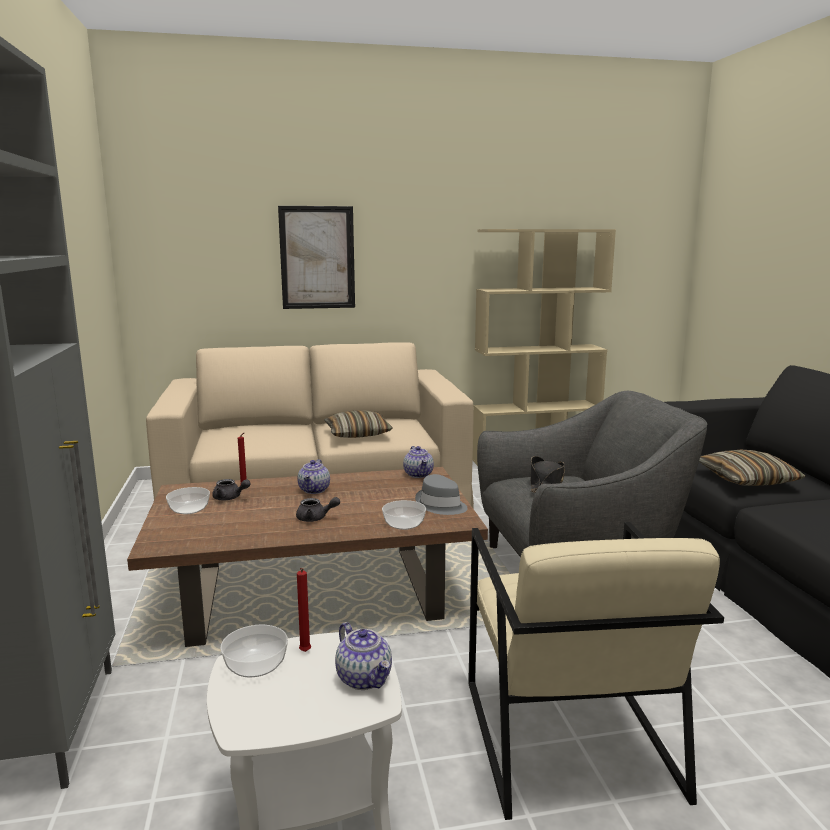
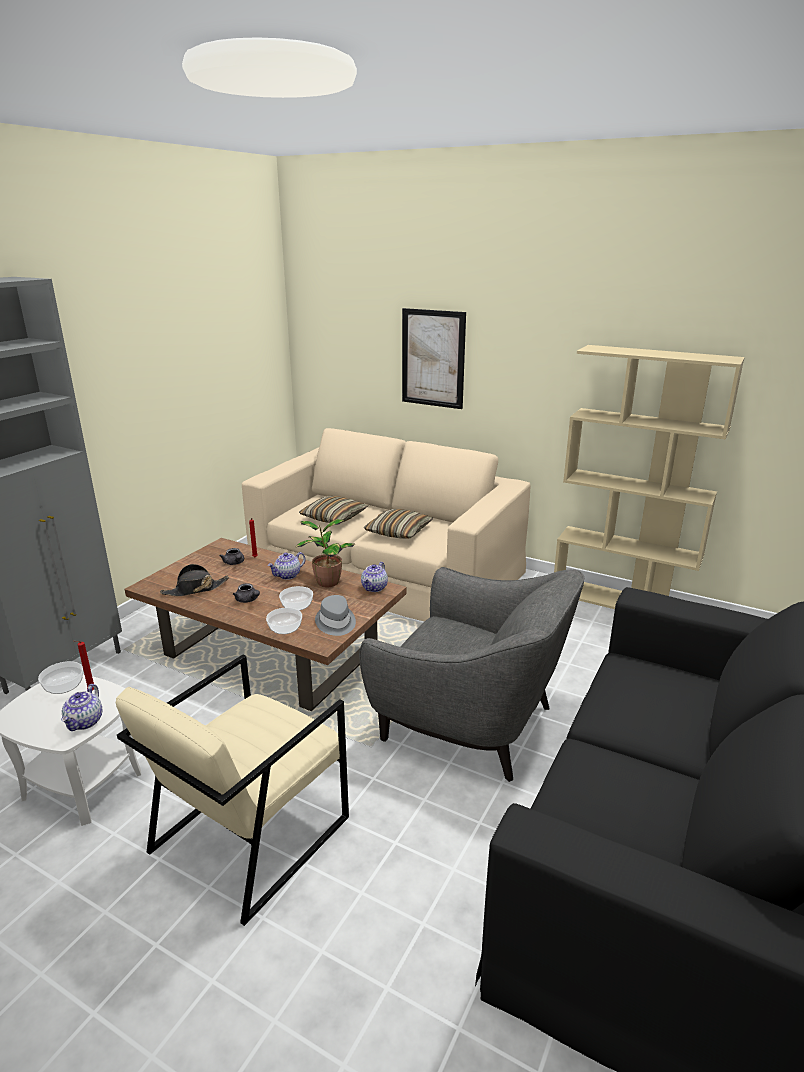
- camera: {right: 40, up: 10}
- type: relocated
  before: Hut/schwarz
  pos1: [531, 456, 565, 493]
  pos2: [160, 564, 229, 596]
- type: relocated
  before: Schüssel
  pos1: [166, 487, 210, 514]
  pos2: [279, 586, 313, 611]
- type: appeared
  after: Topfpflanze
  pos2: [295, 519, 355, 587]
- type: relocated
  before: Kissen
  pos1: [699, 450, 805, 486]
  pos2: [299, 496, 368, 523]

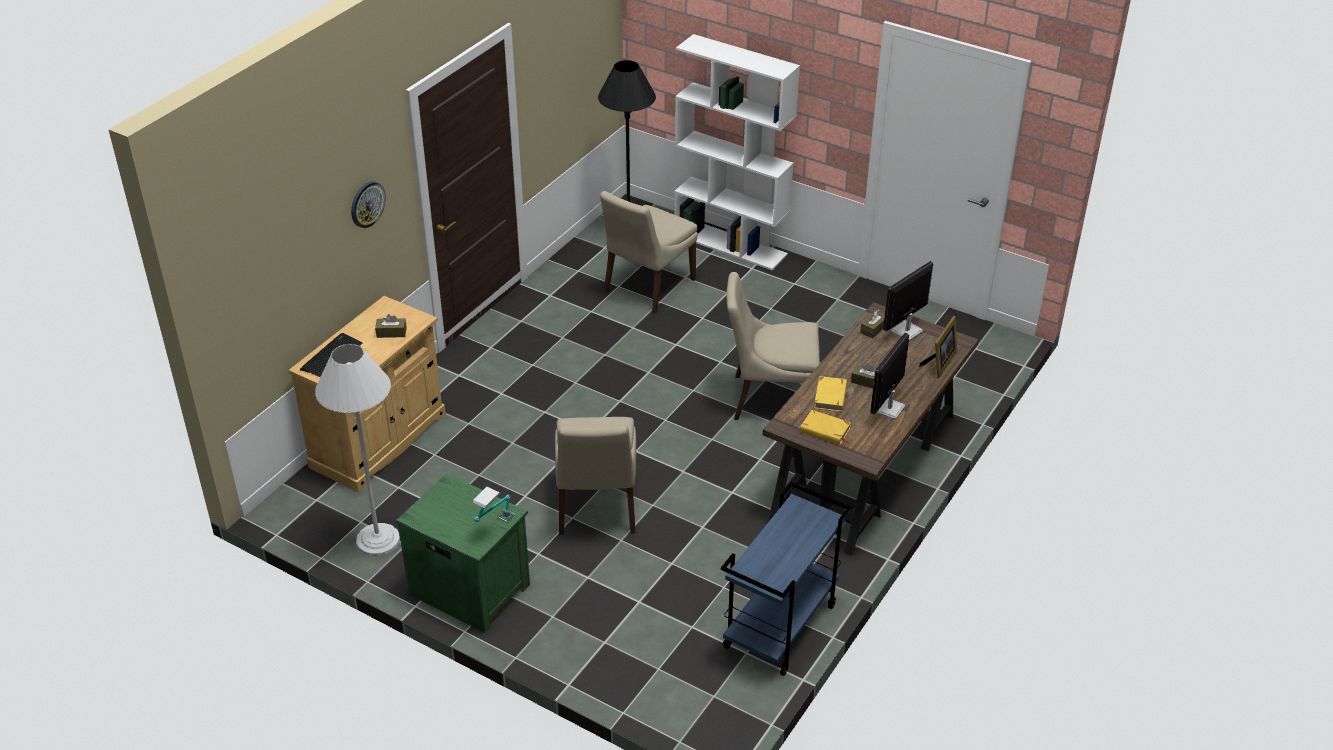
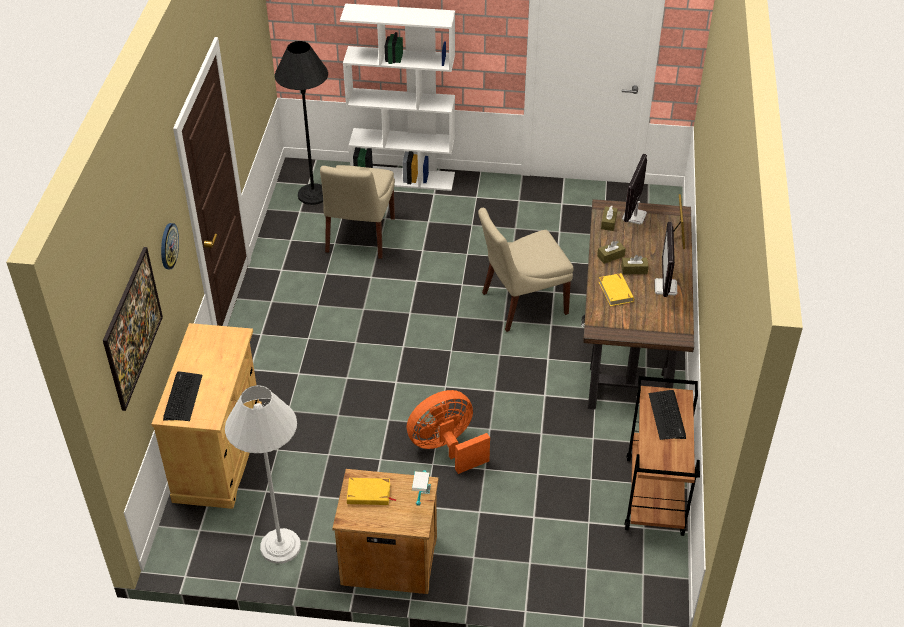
- camera: {right: -25, up: 5}
- type: appeared
  after: Bild
  pos2: [103, 247, 163, 411]
- type: colour
  before: Nachttisch/grün
  after: Nachttisch/braun
  pos1: [396, 473, 530, 633]
  pos2: [332, 469, 439, 594]
- type: relocated
  before: Buch/gelb
  pos1: [800, 410, 851, 445]
  pos2: [347, 478, 397, 505]
- type: exchanged
  before: Stuhl/beige
  after: Ventilator/orange
  pos1: [555, 417, 636, 535]
  pos2: [407, 390, 490, 474]
- type: relocated
  before: Taschentuchbox/braun
  pos1: [375, 314, 407, 338]
  pos2: [597, 241, 626, 264]
- type: colour
  before: Rollwagen/blau
  after: Rollwagen/braun
  pos1: [721, 482, 852, 676]
  pos2: [625, 376, 700, 536]
- type: appeared
  after: Tastatur
  pos2: [649, 390, 686, 440]

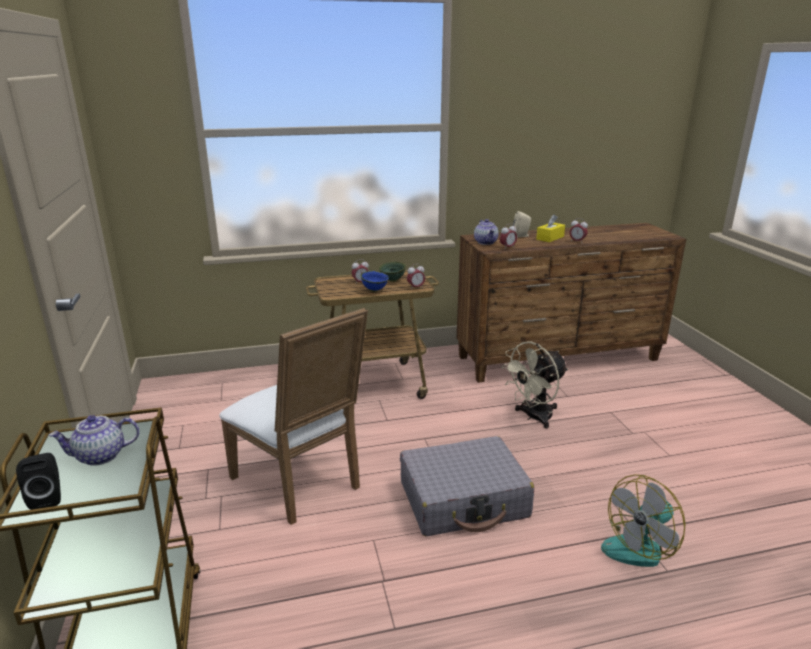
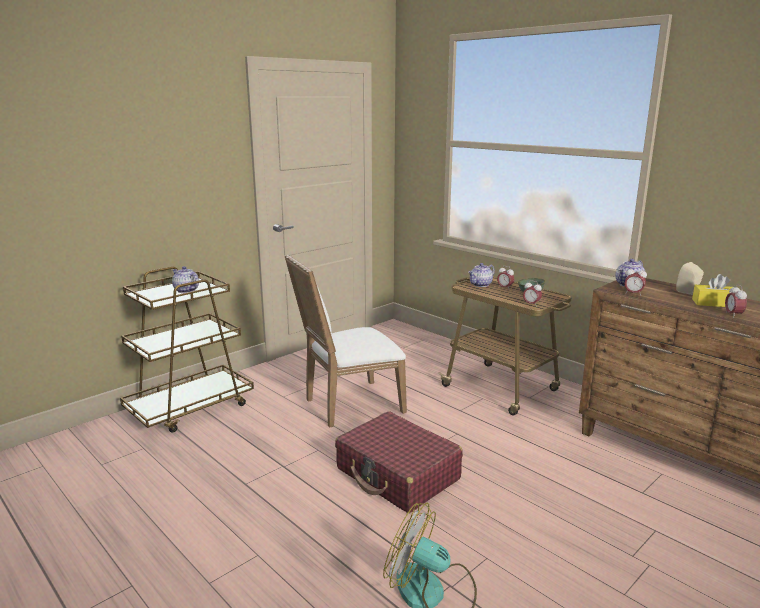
- camera: {right: 60, up: -5}
- type: spun
  before: Stuhl/weiß
  pos1: [219, 308, 368, 525]
  pos2: [285, 254, 407, 428]
  turn: 45
- type: colour
  before: Koffer/grau
  after: Koffer/rot
  pos1: [400, 436, 534, 537]
  pos2: [335, 411, 463, 513]
- type: appeared
  after: Teekanne
  pos2: [468, 263, 495, 287]
- type: missing
  before: Lautsprecher/schwarz
  pos1: [16, 453, 61, 510]
- type: missing
  before: Schüssel/blau
  pos1: [360, 271, 389, 292]
- type: missing
  before: Ventilator/beige
  pos1: [501, 341, 568, 429]

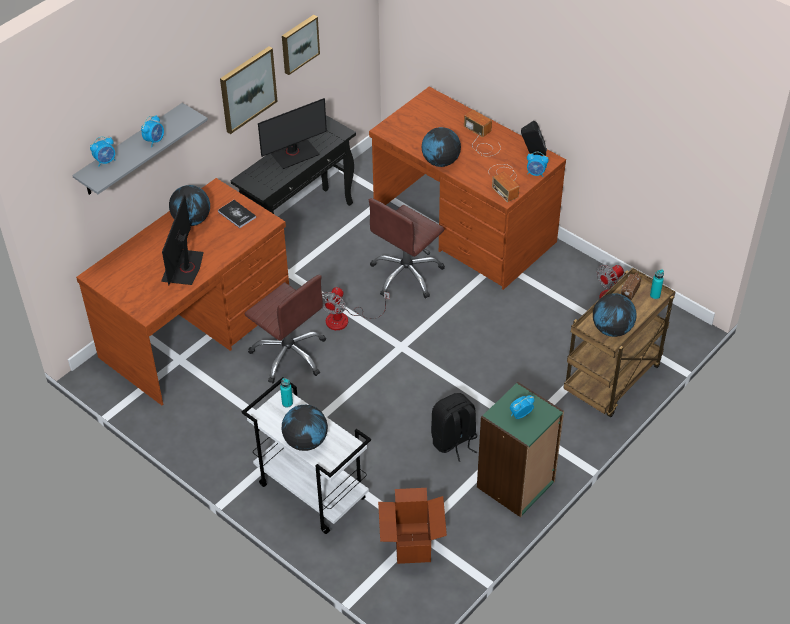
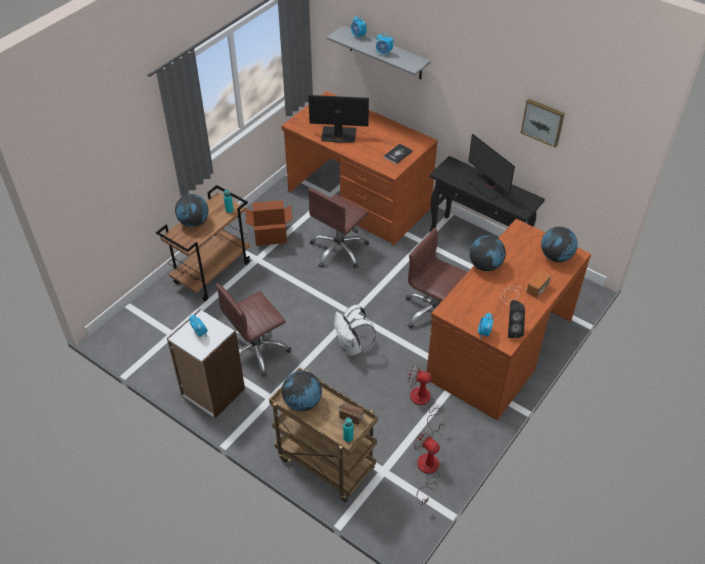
- camera: {right: 85, up: 0}
- type: colour
  before: Rollwagen/weiß
  after: Rollwagen/braun
  pos1: [242, 377, 371, 534]
  pos2: [156, 185, 250, 301]
- type: colour
  before: Bücherregal/grün
  after: Bücherregal/weiß
  pos1: [477, 382, 564, 517]
  pos2: [167, 309, 245, 418]
- type: exchanged
  before: Rucksack/schwarz
  after: Bürostuhl/braun
  pos1: [431, 393, 478, 462]
  pos2: [215, 284, 291, 377]
- type: relocated
  before: Karton
  pos1: [378, 488, 447, 564]
  pos2: [245, 200, 292, 246]
- type: appeared
  after: Rucksack/weiß
  pos2: [334, 305, 376, 356]
- type: relocated
  before: Ventilator
  pos1: [322, 287, 390, 330]
  pos2: [408, 362, 445, 432]
- type: relocated
  before: Globus
  pos1: [169, 185, 210, 226]
  pos2: [541, 227, 578, 262]
- type: missing
  before: Bild
  pos1: [220, 46, 278, 134]
- type: missing
  before: Radio
  pos1: [488, 164, 519, 202]

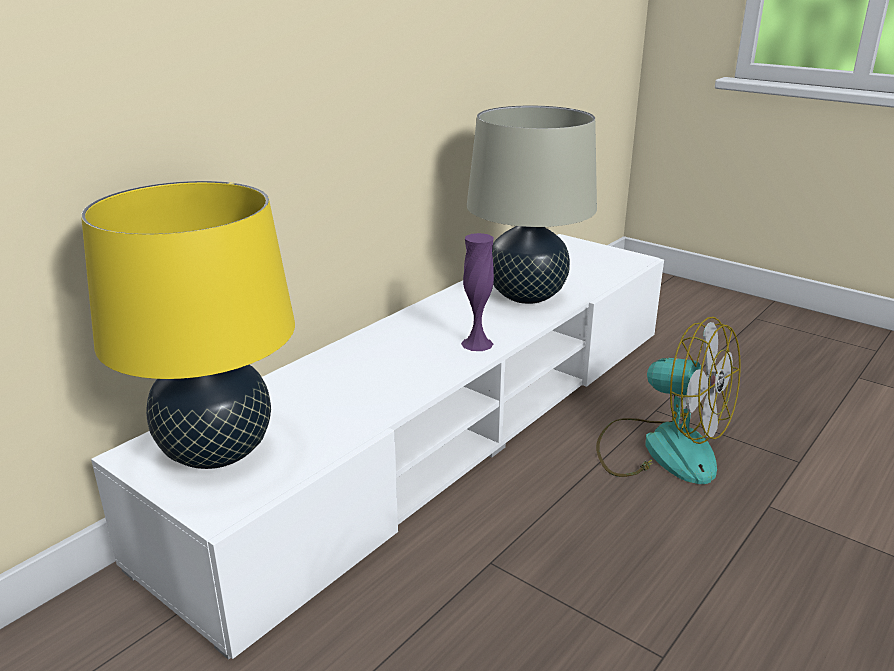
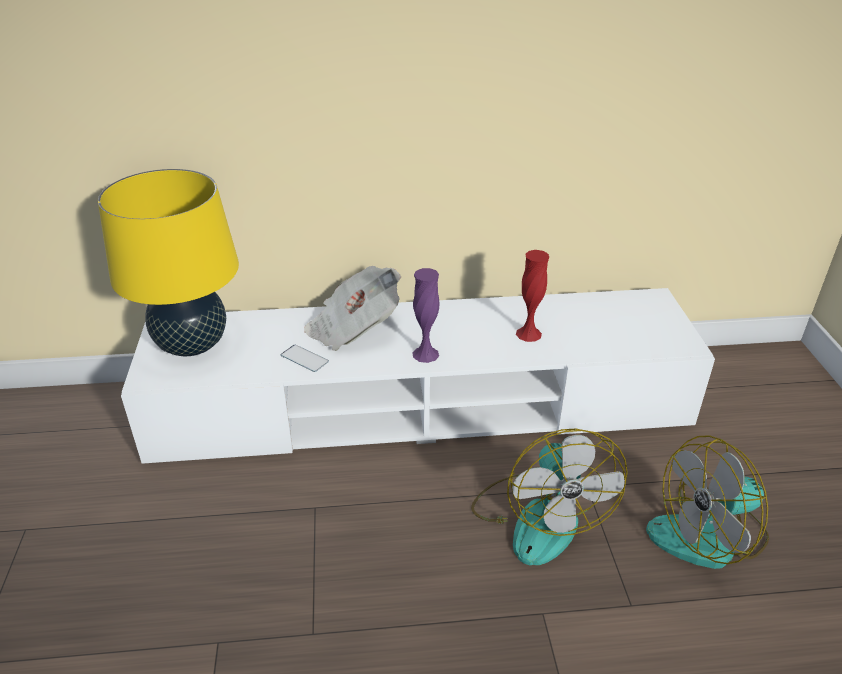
- camera: {right: 45, up: 10}
- type: appeared
  after: Handy
  pos2: [281, 345, 329, 372]
- type: appeared
  after: Zeitung
  pos2: [304, 266, 401, 351]
- type: exchanged
  before: Tischlampe/beige
  after: Vase/rot
  pos1: [467, 106, 597, 304]
  pos2: [516, 250, 549, 342]
- type: appeared
  after: Ventilator
  pos2: [646, 435, 769, 569]

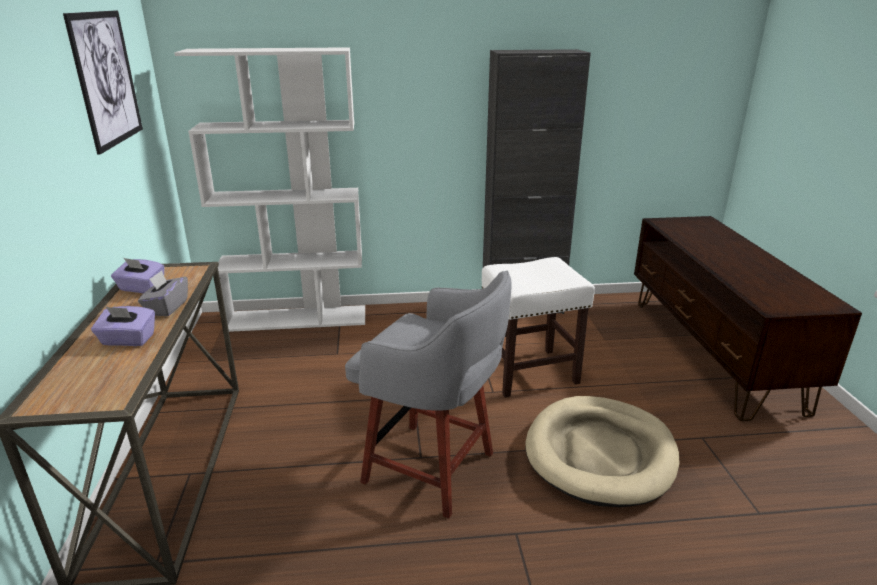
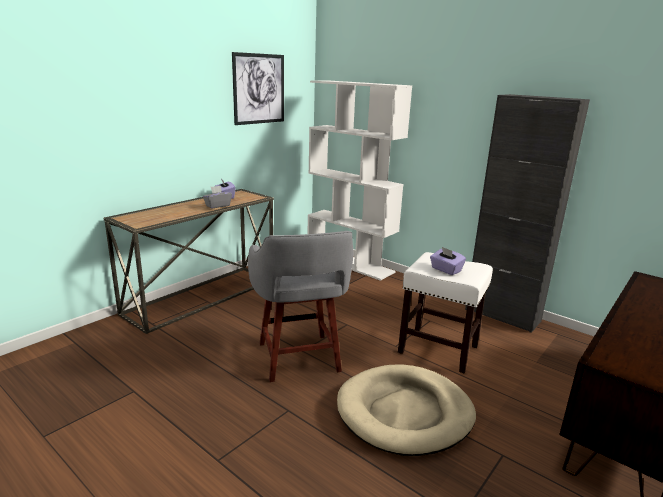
- camera: {right: 45, up: -5}
- type: relocated
  before: Taschentuchbox/lila
  pos1: [91, 306, 155, 346]
  pos2: [430, 247, 466, 275]

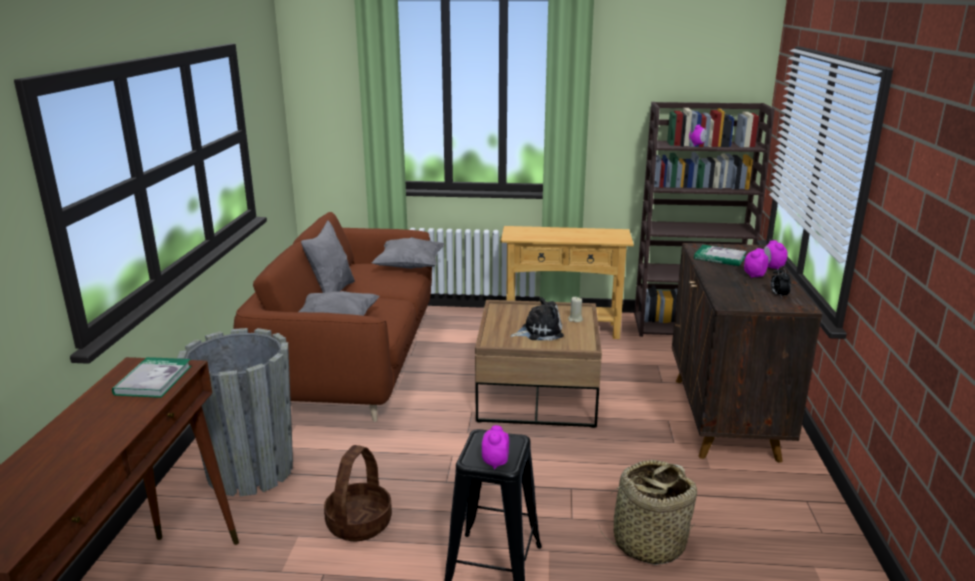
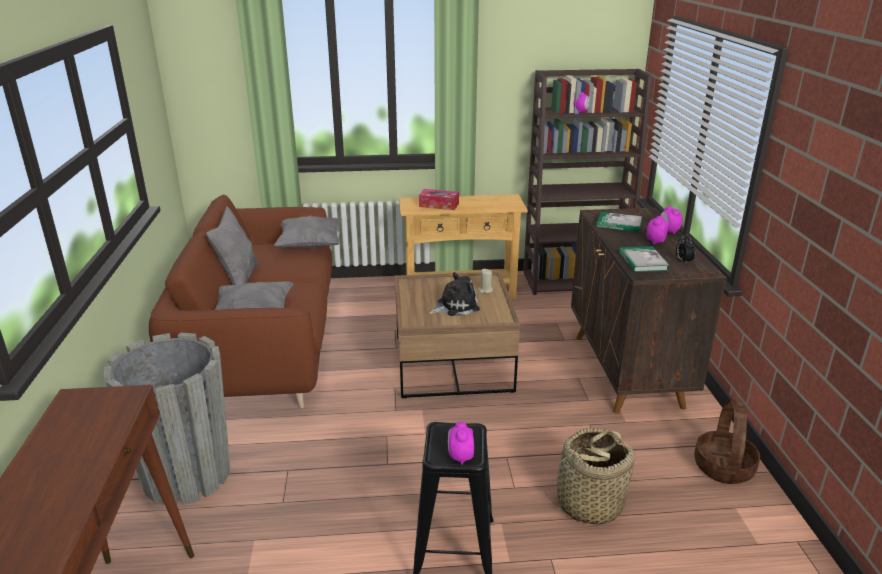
- camera: {right: -10, up: 5}
- type: appeared
  after: Taschentuchbox
  pos2: [419, 189, 459, 210]
- type: relocated
  before: Buch
  pos1: [112, 357, 192, 398]
  pos2: [619, 246, 670, 272]
- type: relocated
  before: Korb
  pos1: [324, 445, 392, 541]
  pos2: [694, 399, 760, 484]

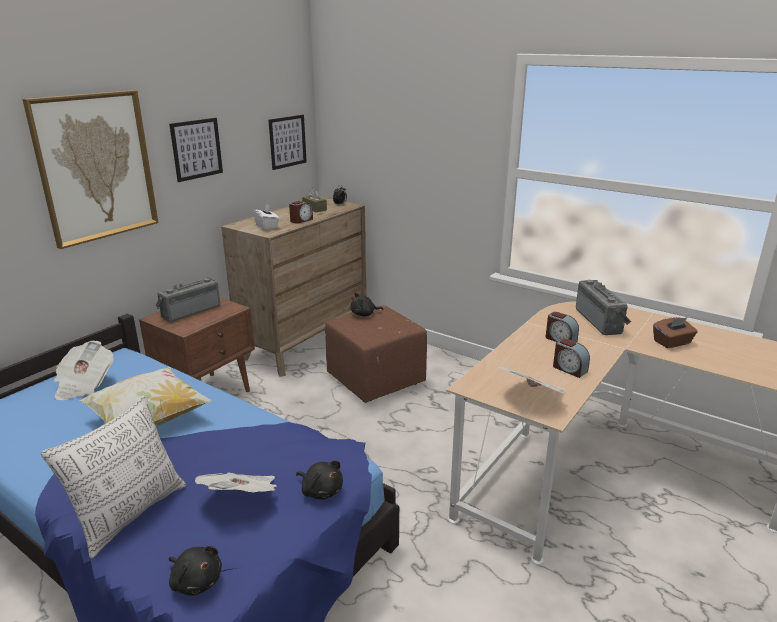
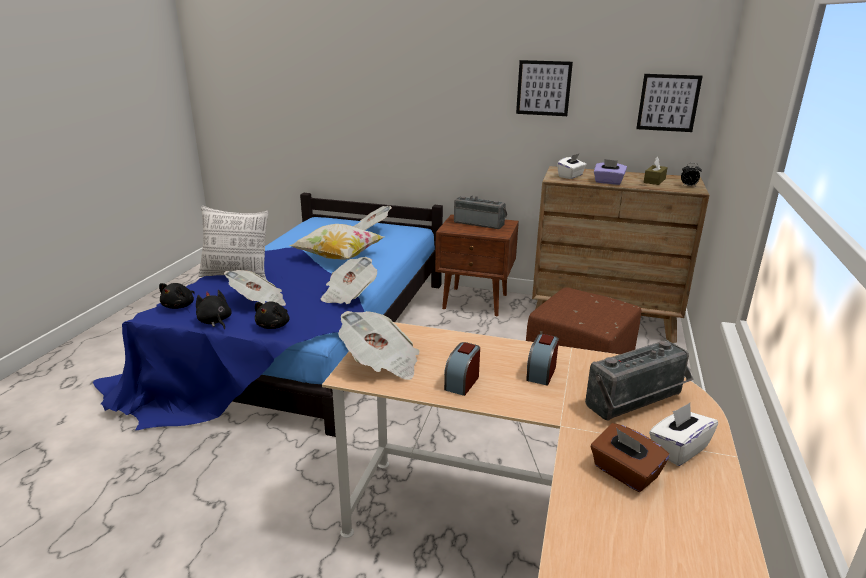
- camera: {right: 70, up: 0}
- type: relocated
  before: Plüschtier/schwarz
  pos1: [351, 293, 384, 316]
  pos2: [196, 290, 232, 329]
- type: appeared
  after: Zeitung
  pos2: [321, 257, 377, 304]
- type: exchanged
  before: Wecker
  after: Taschentuchbox/lila
  pos1: [289, 201, 313, 224]
  pos2: [594, 159, 627, 185]
- type: appeared
  after: Taschentuchbox/weiß
  pos2: [649, 403, 718, 466]
- type: missing
  before: Bild
  pos1: [22, 90, 158, 249]

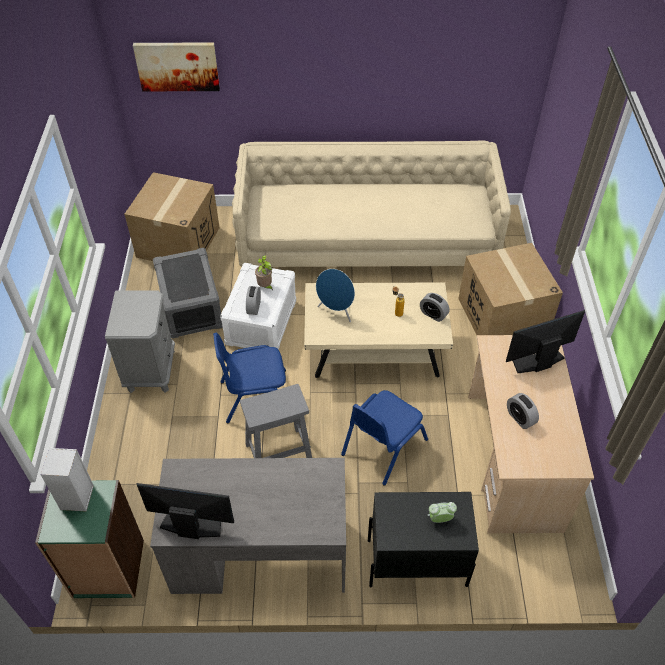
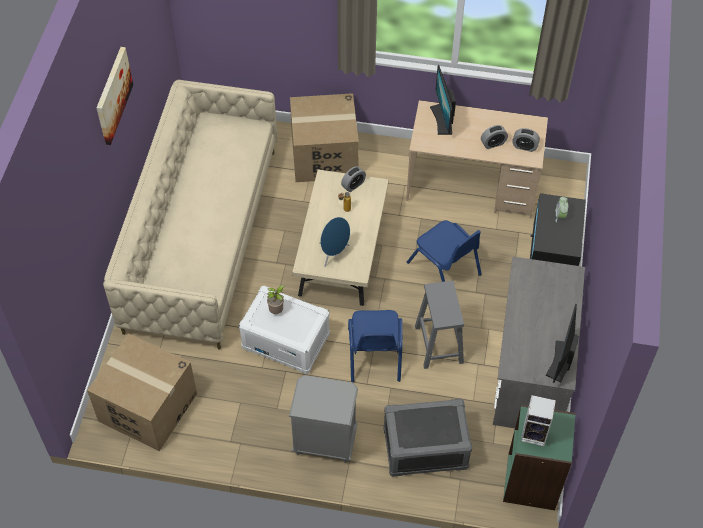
- camera: {right: -80, up: 5}
- type: relocated
  before: Bild
  pos1: [133, 43, 220, 91]
  pos2: [97, 47, 133, 145]
- type: relocated
  before: Aufbewahrungsbox/grau
  pos1: [153, 248, 223, 339]
  pos2: [383, 399, 472, 477]
- type: relocated
  before: Wecker
  pos1: [246, 286, 261, 315]
  pos2: [512, 128, 540, 152]

